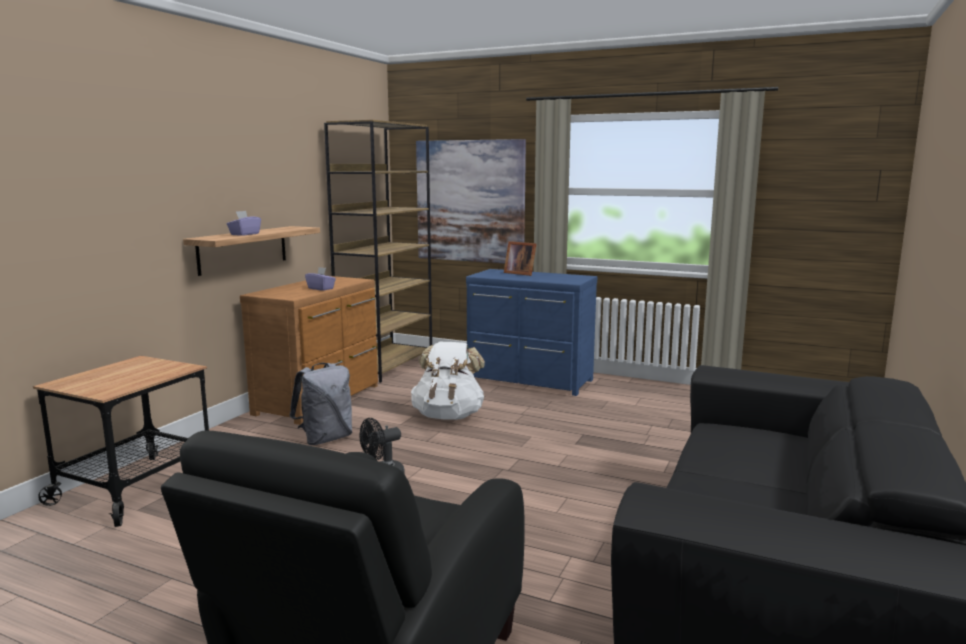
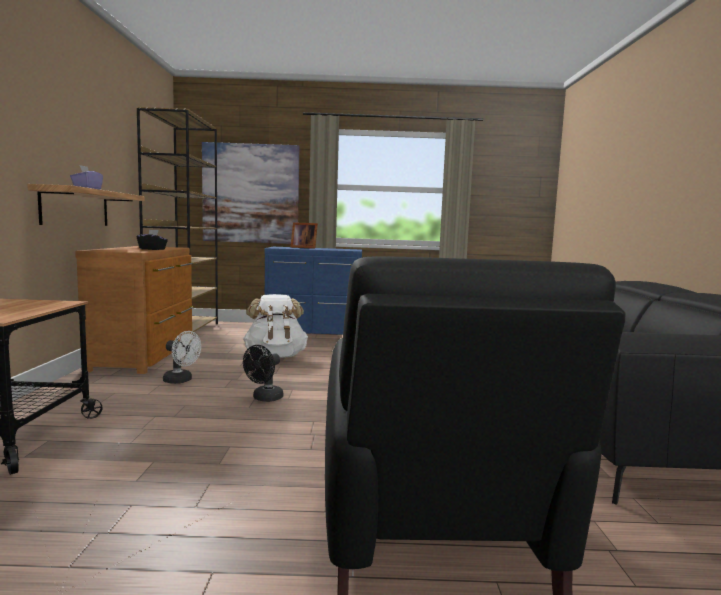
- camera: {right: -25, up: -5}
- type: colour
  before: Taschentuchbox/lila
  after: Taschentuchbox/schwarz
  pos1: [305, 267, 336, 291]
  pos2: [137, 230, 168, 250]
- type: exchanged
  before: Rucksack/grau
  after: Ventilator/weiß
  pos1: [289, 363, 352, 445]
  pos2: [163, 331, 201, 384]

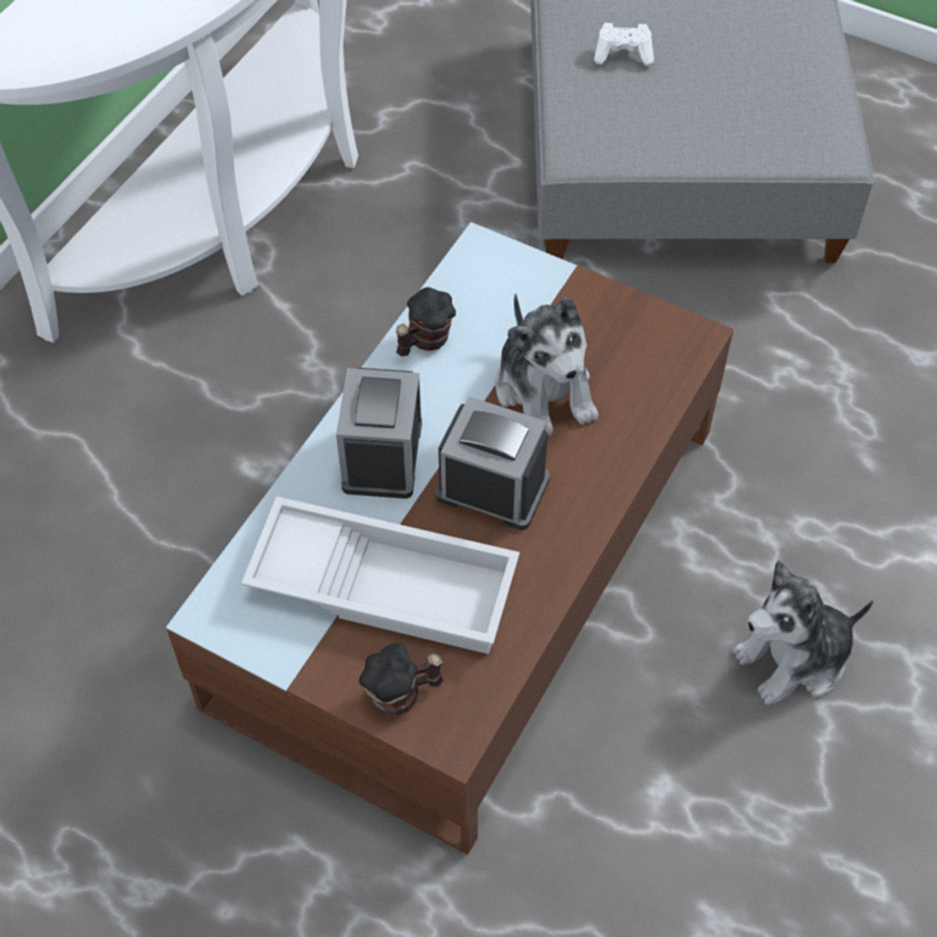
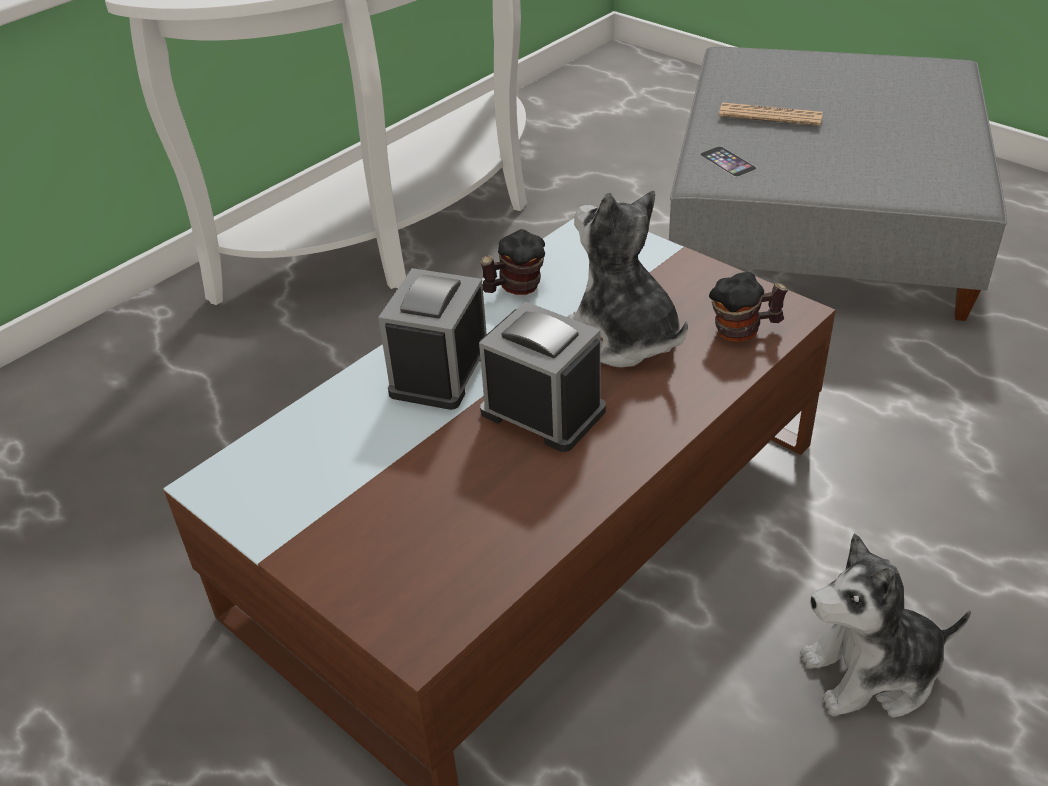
- camera: {right: 15, up: -15}
- type: spun
  before: Plüschtier
  pos1: [495, 293, 598, 436]
  pos2: [568, 191, 688, 367]
  turn: 150
- type: appeared
  after: Handy
  pos2: [700, 146, 757, 177]
- type: relocated
  before: Henkelbecher
  pos1: [359, 643, 444, 716]
  pos2: [709, 272, 788, 342]
- type: exchanged
  before: Gamepad/weiß
  after: Zeitung
  pos1: [594, 23, 654, 66]
  pos2: [719, 103, 823, 126]
- type: missing
  before: Tablett/weiß
  pos1: [241, 496, 520, 654]

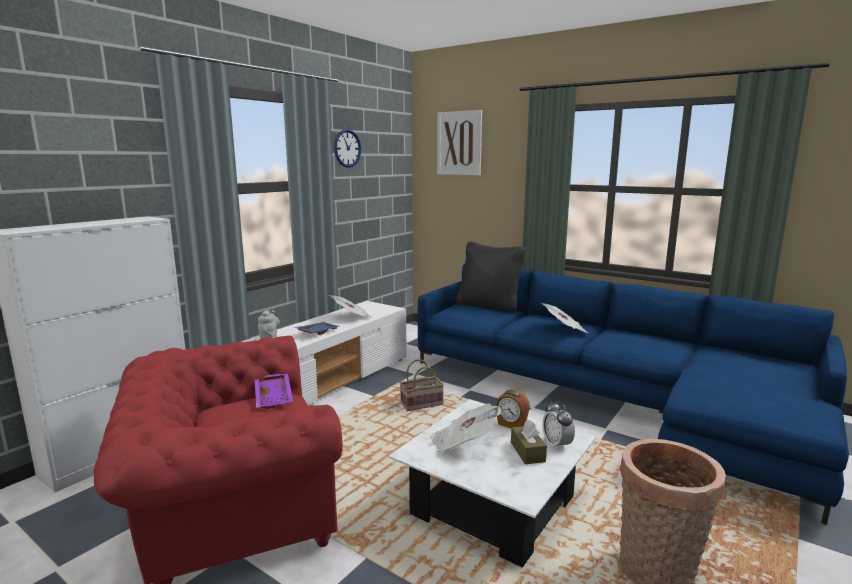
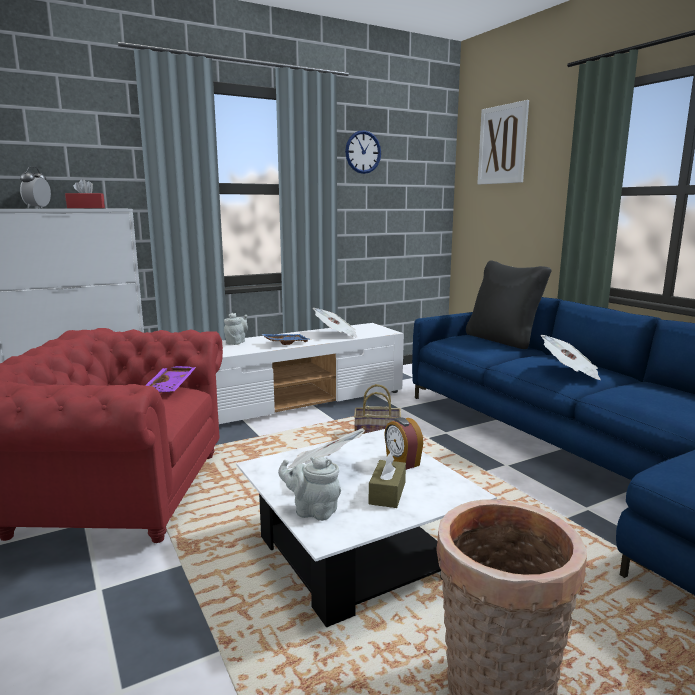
- camera: {right: 25, up: 0}
- type: relocated
  before: Wecker
  pos1: [542, 399, 575, 451]
  pos2: [20, 166, 51, 208]
- type: appeared
  after: Taschentuchbox/rot
  pos2: [65, 179, 105, 208]
- type: appeared
  after: Teekanne/grau
  pos2: [278, 457, 341, 521]

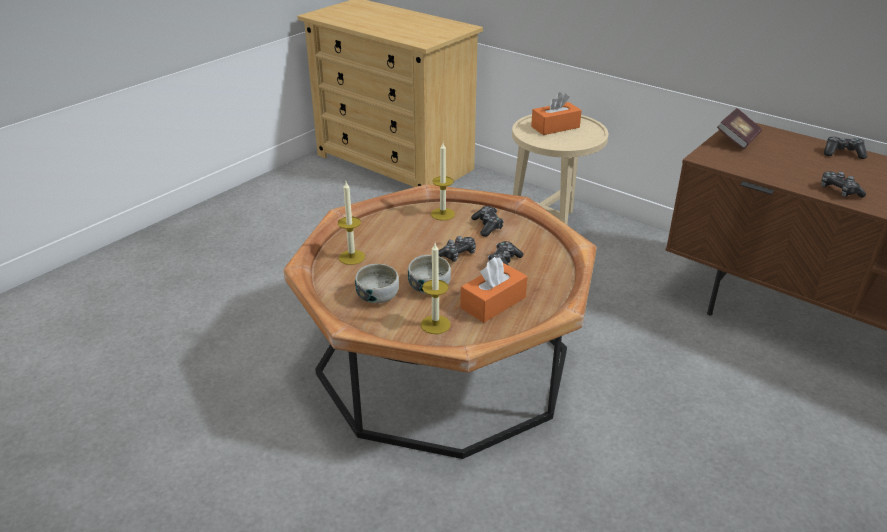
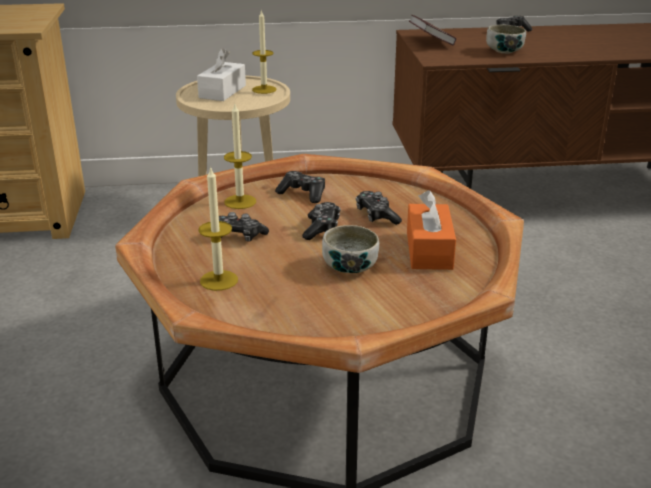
- camera: {right: -45, up: -5}
- type: colour
  before: Taschentuchbox/orange
  after: Taschentuchbox/weiß
  pos1: [531, 92, 582, 135]
  pos2: [197, 48, 246, 101]
- type: relocated
  before: Gamepad
  pos1: [821, 171, 866, 198]
  pos2: [219, 212, 269, 242]
- type: relocated
  before: Kerze
  pos1: [421, 243, 451, 334]
  pos2: [252, 10, 276, 94]
- type: relocated
  before: Schüssel
  pos1: [355, 264, 399, 303]
  pos2: [486, 25, 526, 54]

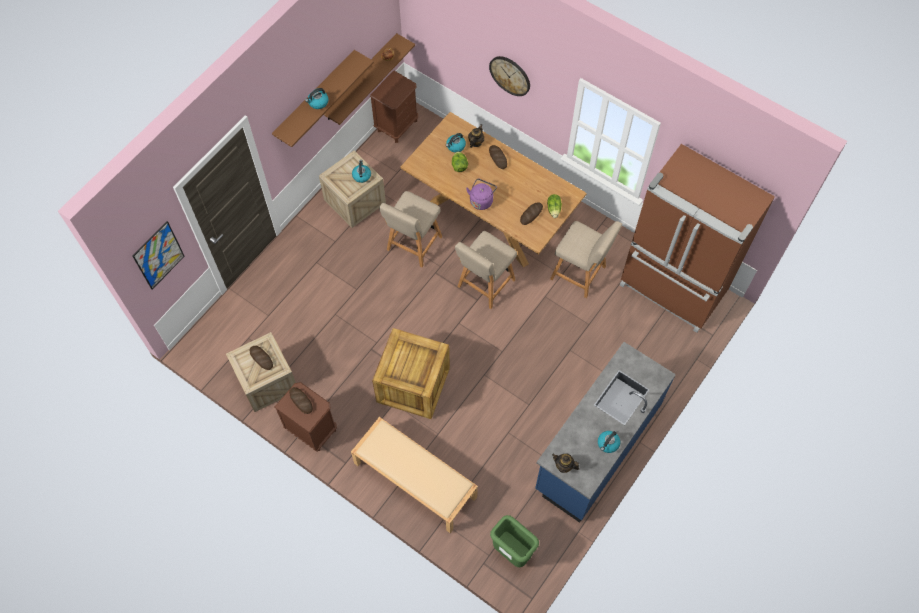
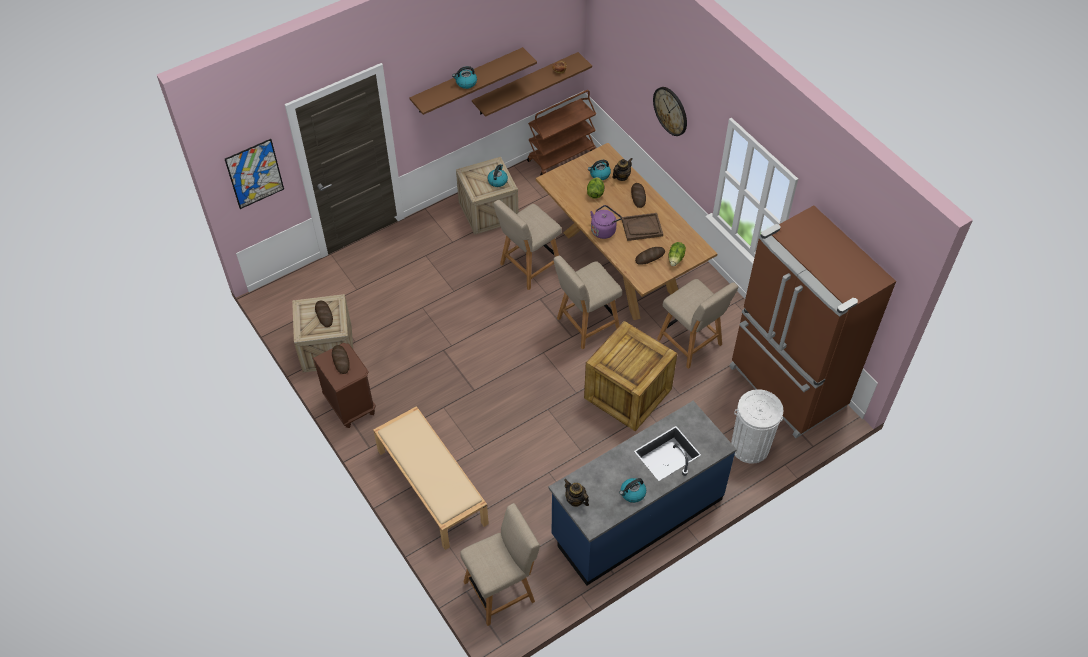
- camera: {right: 20, up: -10}
- type: exchanged
  before: Mülleimer/grün
  after: Stuhl/beige
  pos1: [490, 515, 539, 567]
  pos2: [460, 503, 540, 626]
- type: exchanged
  before: Nachttisch/braun
  after: Rollwagen/braun
  pos1: [370, 70, 418, 143]
  pos2: [527, 90, 596, 175]
- type: relocated
  before: Kiste
  pos1: [372, 328, 450, 419]
  pos2: [584, 321, 677, 431]
- type: appeared
  after: Tablett/braun
  pos2: [621, 213, 663, 241]
- type: appeared
  after: Mülleimer/weiß
  pos2: [731, 389, 783, 464]

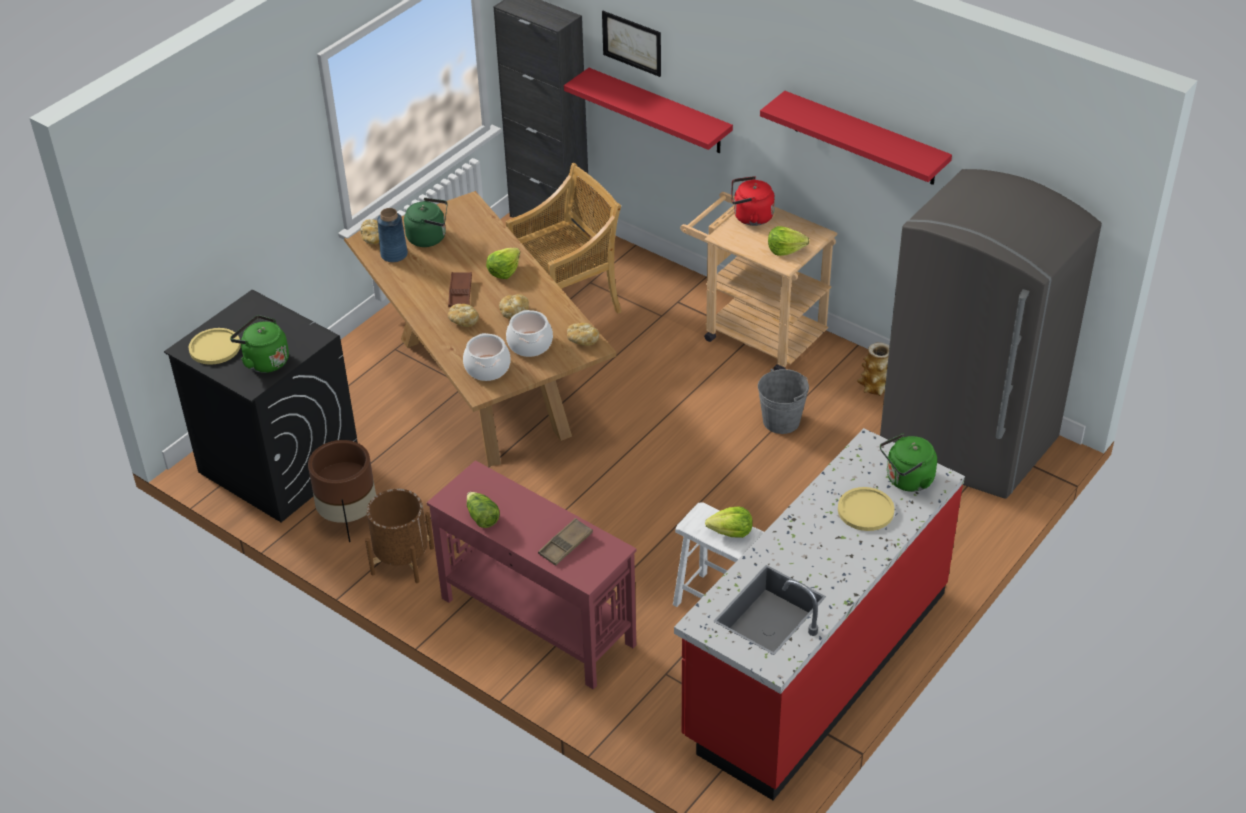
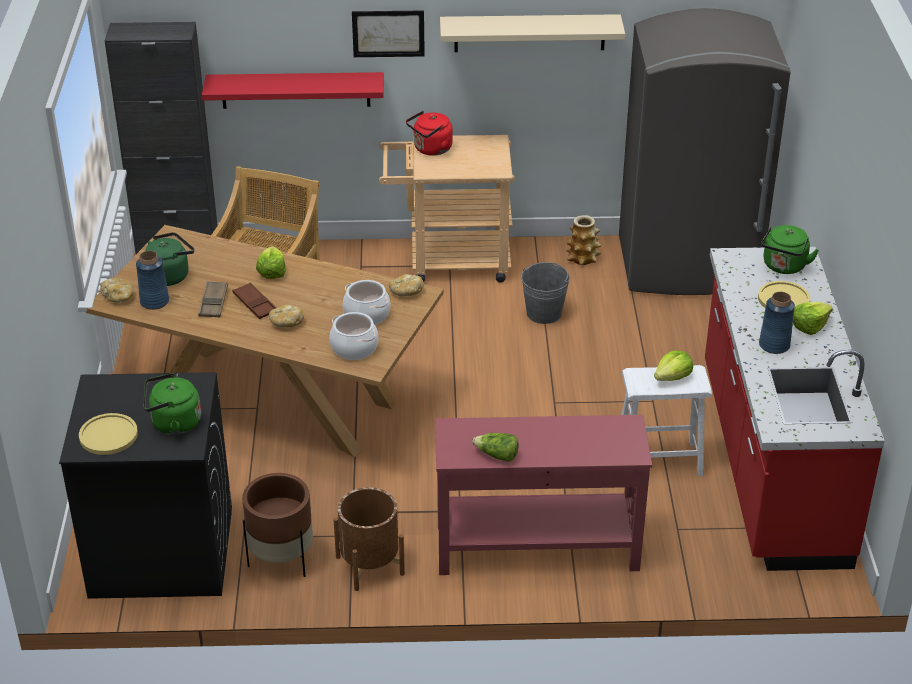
- camera: {right: -40, up: -5}
- type: relocated
  before: Tablett/braun
  pos1: [538, 518, 593, 566]
  pos2: [198, 281, 228, 317]
- type: relocated
  before: Bild
  pos1: [602, 11, 661, 77]
  pos2: [352, 10, 425, 57]
- type: colour
  before: Wandregal/rot
  after: Wandregal/beige
  pos1: [760, 91, 952, 185]
  pos2: [440, 14, 625, 52]
- type: appeared
  after: Vase/blau
  pos2: [759, 292, 795, 354]
- type: relocated
  before: Salatkopf
  pos1: [768, 226, 809, 256]
  pos2: [793, 302, 833, 335]
- type: missing
  before: Brot
  pos1: [499, 294, 529, 319]

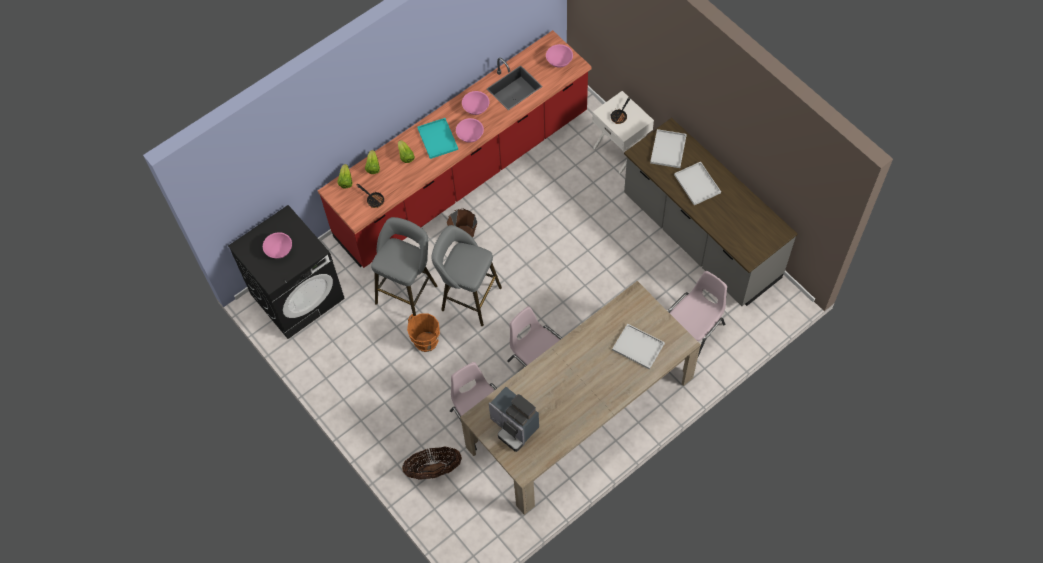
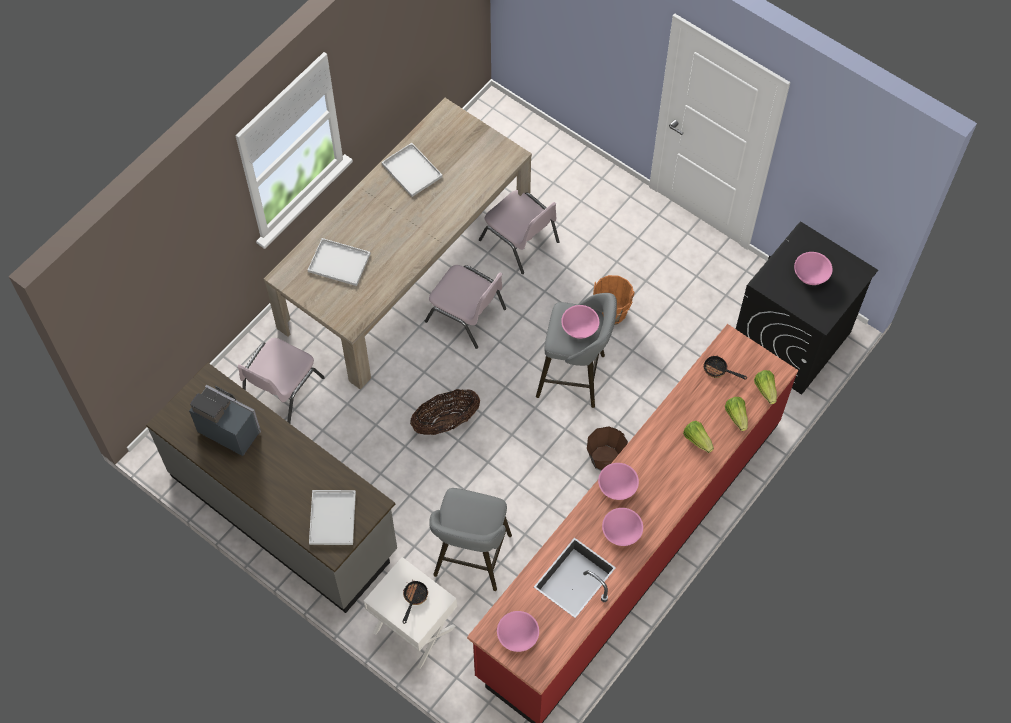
- camera: {right: 165, up: 0}
- type: relocated
  before: Kaffeemaschine
  pos1: [489, 387, 539, 452]
  pos2: [189, 385, 261, 456]
- type: relocated
  before: Tablett/weiß
  pos1: [674, 162, 721, 205]
  pos2: [381, 143, 443, 197]
- type: relocated
  before: Korb
  pos1: [402, 446, 462, 480]
  pos2: [410, 389, 480, 435]
- type: relocated
  before: Hocker/grau
  pos1: [371, 217, 437, 317]
  pos2: [429, 488, 512, 591]
- type: appeared
  after: Schüssel/rosa
  pos2: [561, 305, 599, 339]
- type: missing
  before: Tablett/türkis
  pos1: [417, 118, 458, 159]

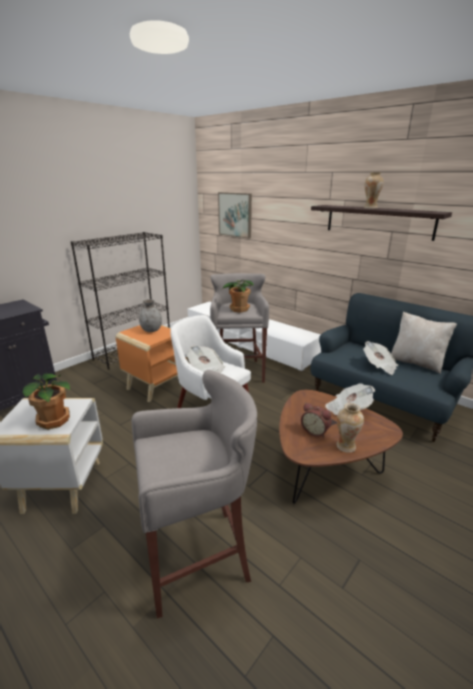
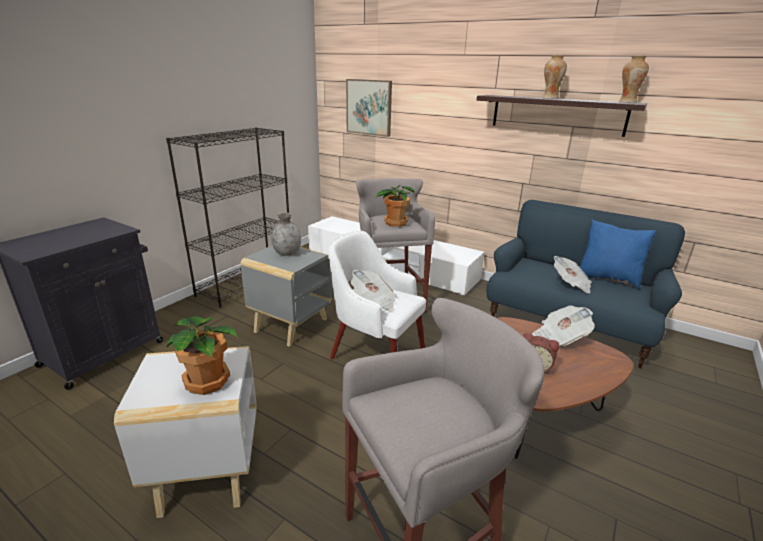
- camera: {right: -10, up: 0}
- type: colour
  before: Beistelltisch/orange
  after: Beistelltisch/grau
  pos1: [116, 325, 187, 402]
  pos2: [240, 245, 332, 347]
- type: colour
  before: Kissen/beige
  after: Kissen/blau
  pos1: [391, 312, 457, 374]
  pos2: [580, 220, 656, 290]
- type: relocated
  before: Vase
  pos1: [337, 403, 364, 453]
  pos2: [619, 56, 649, 103]

